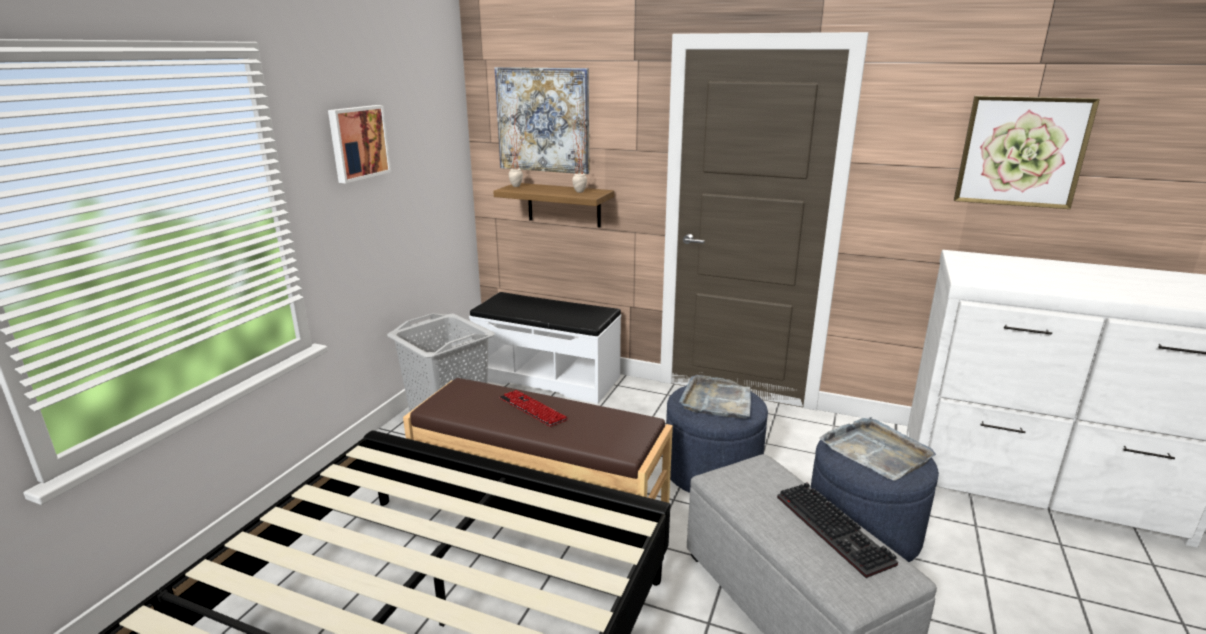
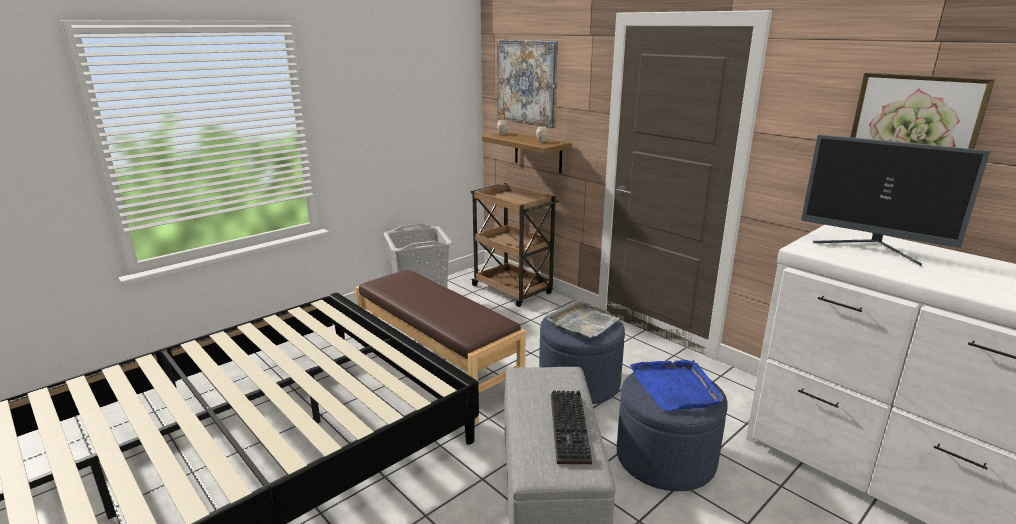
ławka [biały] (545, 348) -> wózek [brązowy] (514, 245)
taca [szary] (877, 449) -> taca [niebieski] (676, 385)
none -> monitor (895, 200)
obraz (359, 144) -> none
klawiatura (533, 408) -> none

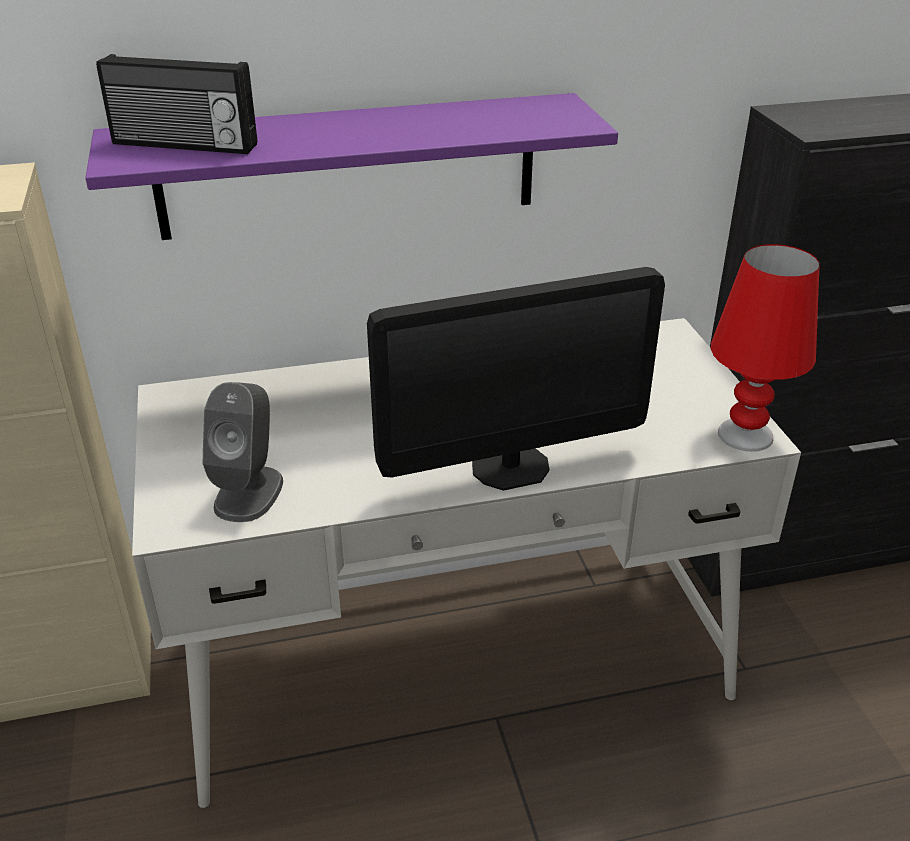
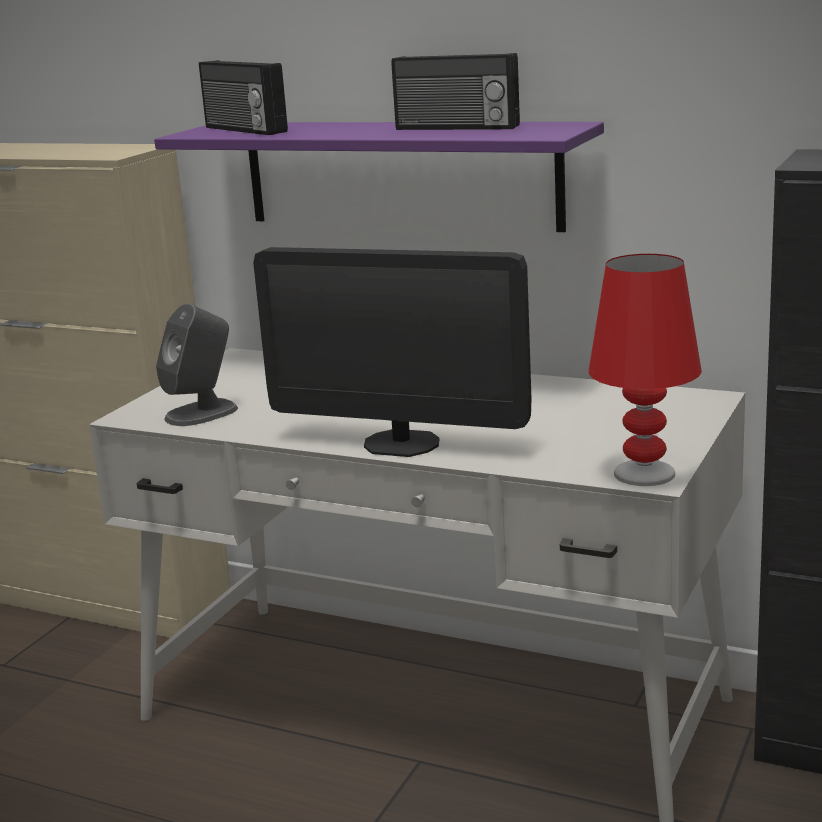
none -> radio (455, 91)

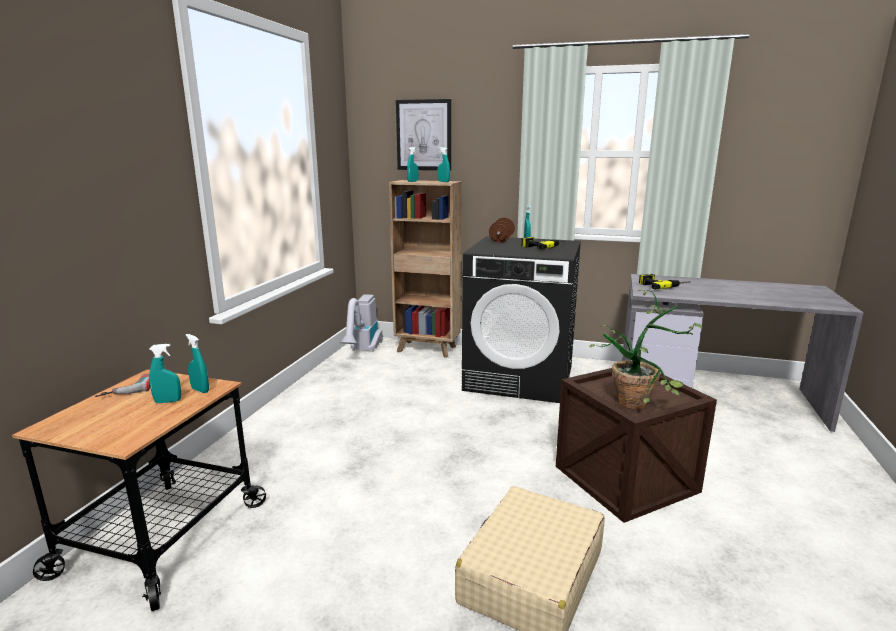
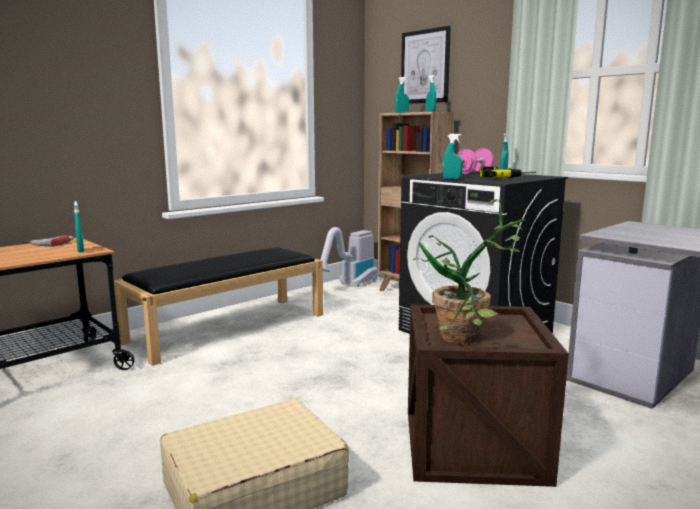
none -> ławka [czarny] (218, 306)
spryskiwacz [turkusowy] (165, 373) -> spryskiwacz [turkusowy] (453, 156), move
hantel [brązowy] (502, 230) -> hantel [różowy] (475, 161)
wiertarka (665, 282) -> none

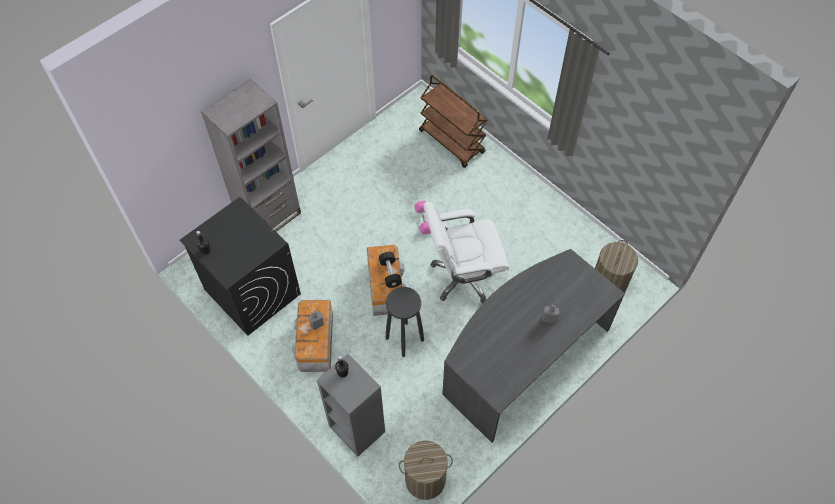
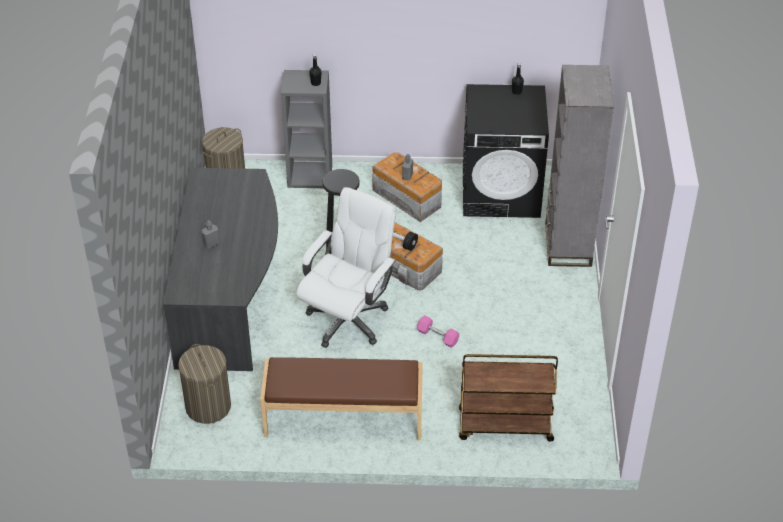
none -> ławka [brązowy] (341, 399)

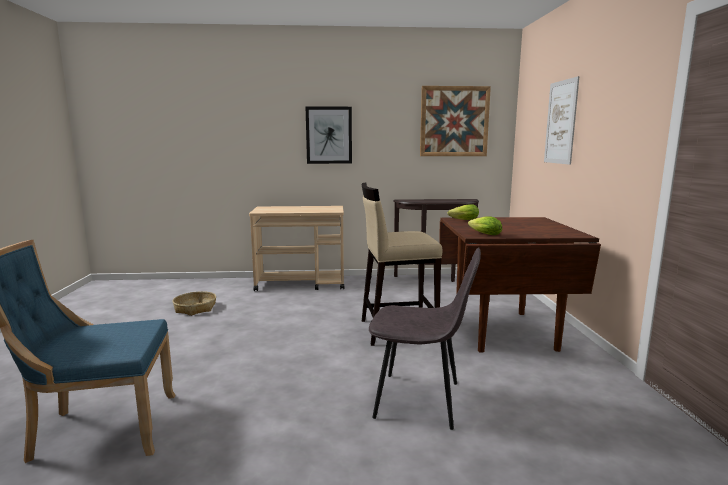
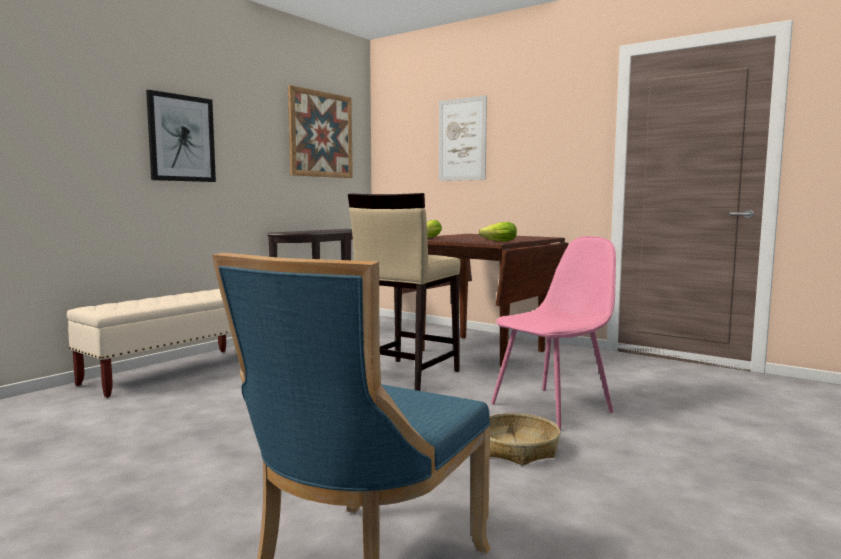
wózek [beżowy] (297, 248) -> ławka [beżowy] (149, 343)
koszyk (194, 303) -> koszyk (524, 439), move
krzesło [szary] (425, 338) -> krzesło [różowy] (553, 333)

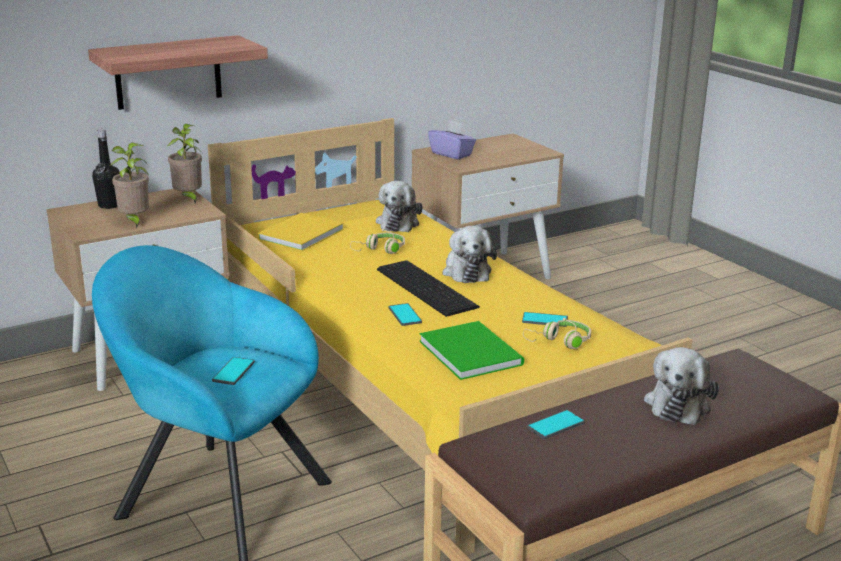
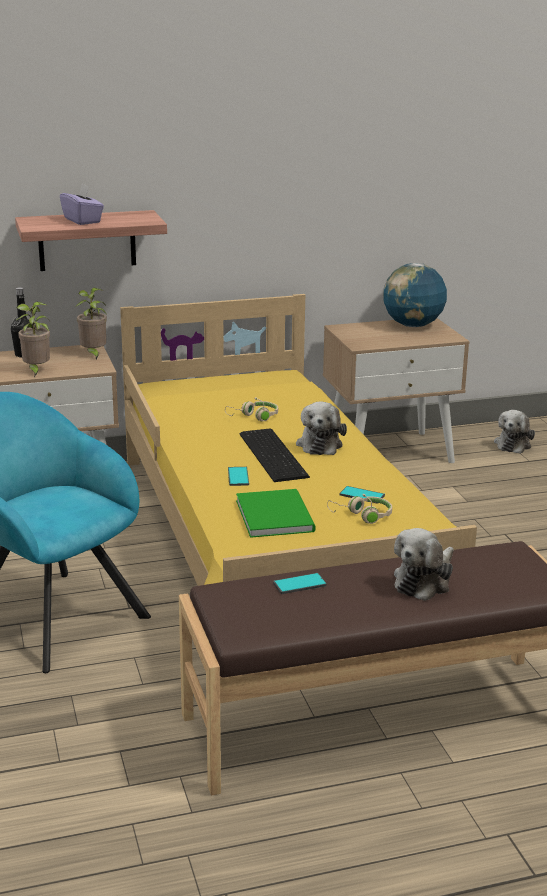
pudełko chusteczek [fioletowy] (452, 139) -> pudełko chusteczek [fioletowy] (82, 204), move
none -> globus (415, 295)
pluszak (399, 206) -> pluszak (514, 432), move
telefon (233, 371) -> none
książka [żółty] (300, 232) -> none

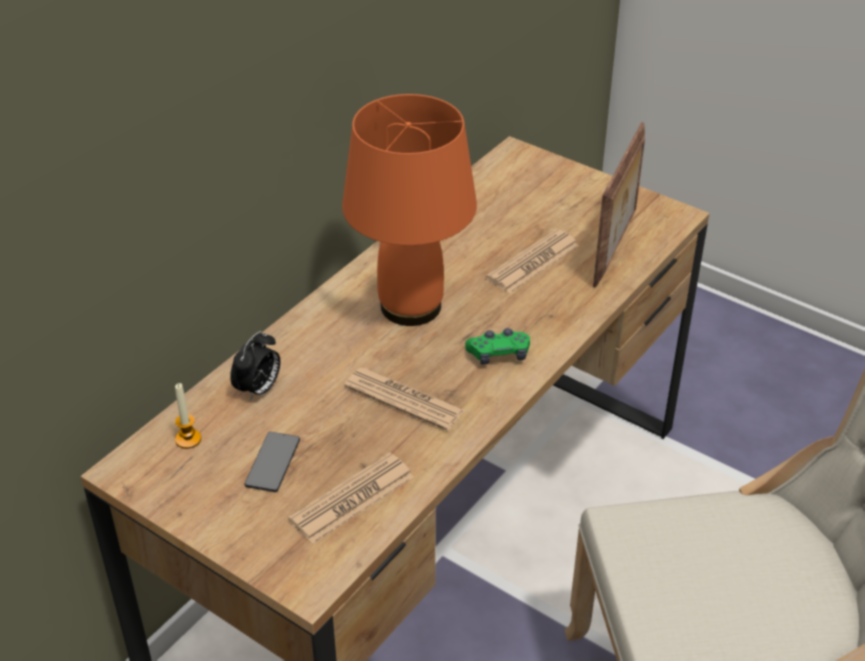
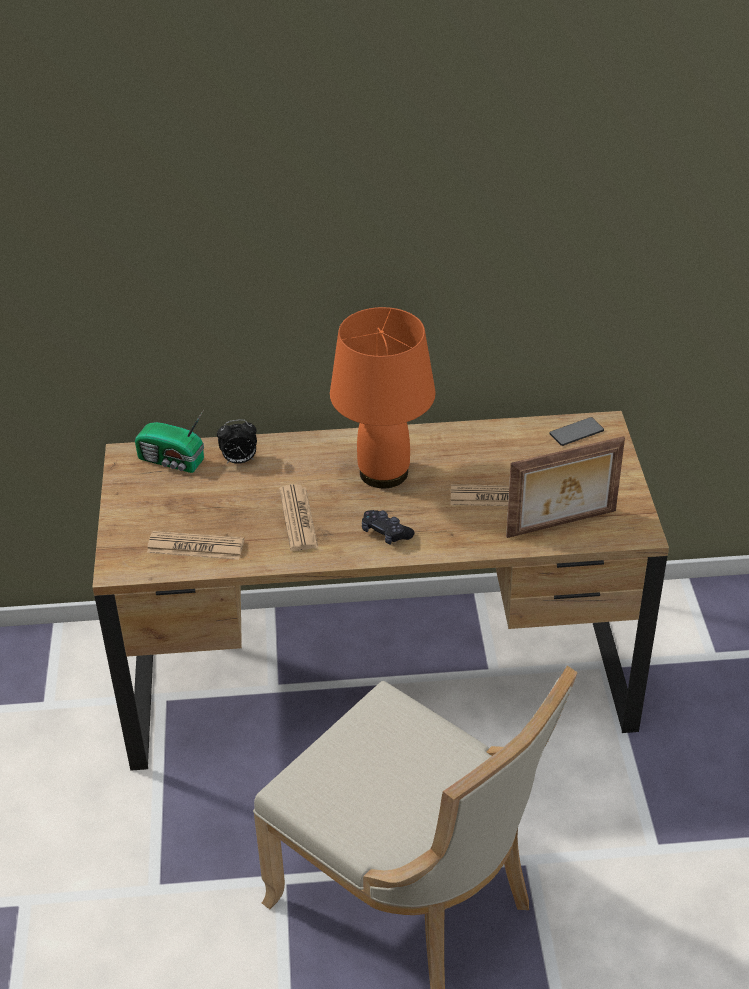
świeca (188, 416) -> radio (169, 441)
pad do gier [zielony] (497, 346) -> pad do gier [czarny] (388, 527)
telefon (272, 462) -> telefon (576, 431), move

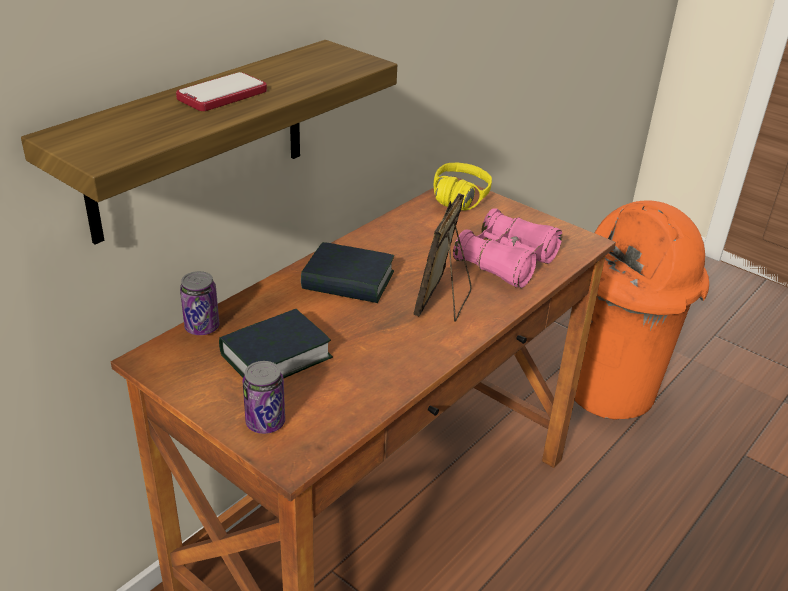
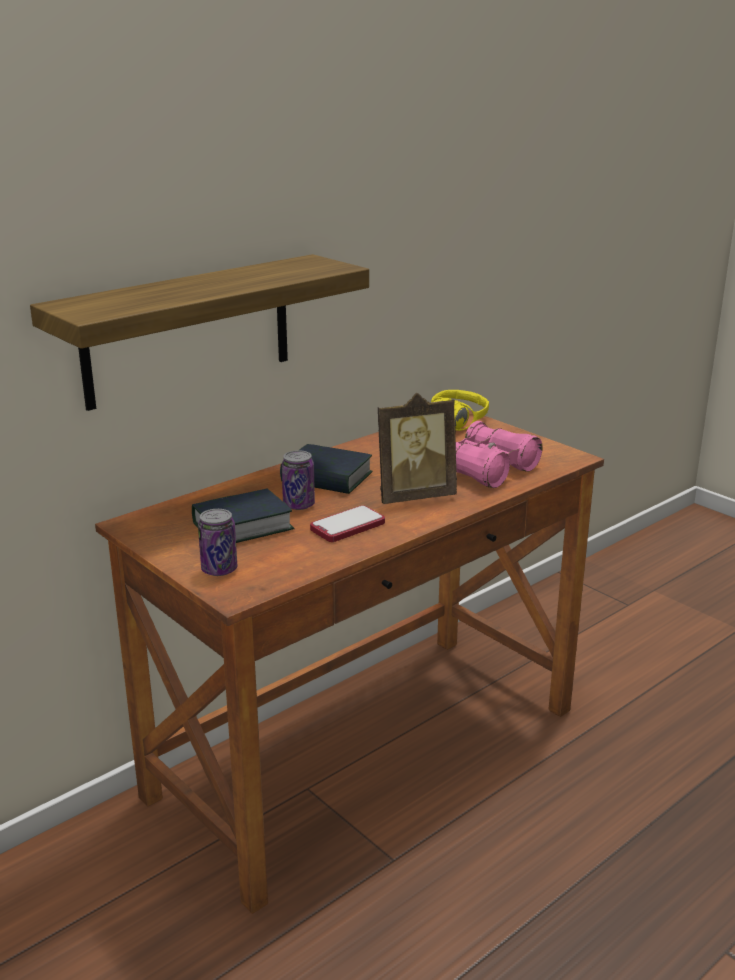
puszka (199, 303) -> puszka (298, 480), move
telefon (221, 91) -> telefon (347, 523), move
ramka na zdjęcie (442, 257) -> ramka na zdjęcie (417, 448), 135 degrees counterclockwise
kosz na śmieci [pomarańczowy] (642, 310) -> none

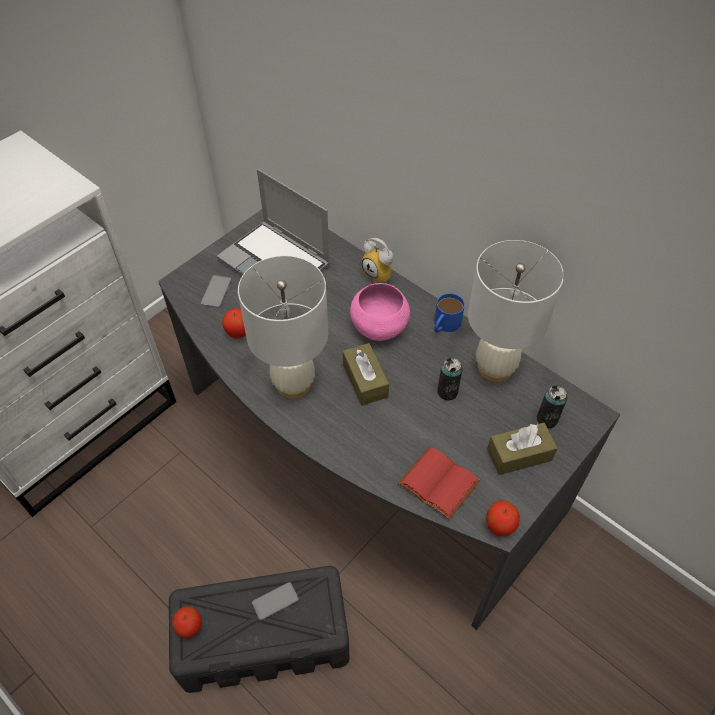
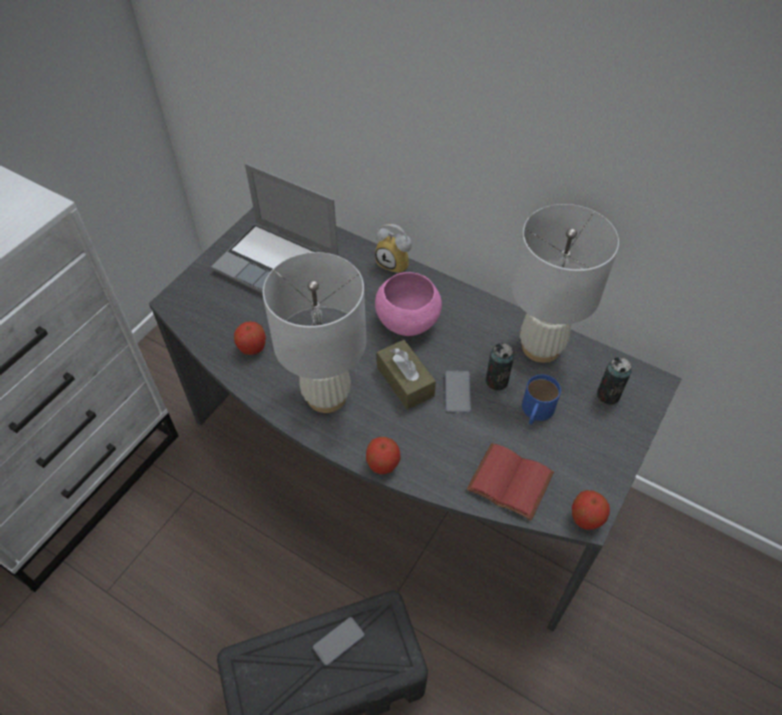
jabłko (187, 622) -> jabłko (383, 455), move
telefon (216, 291) -> telefon (458, 392), move
kubek [niebieski] (449, 313) -> kubek [niebieski] (541, 400), move
pudełko chusteczek [brązowy] (522, 449) -> none

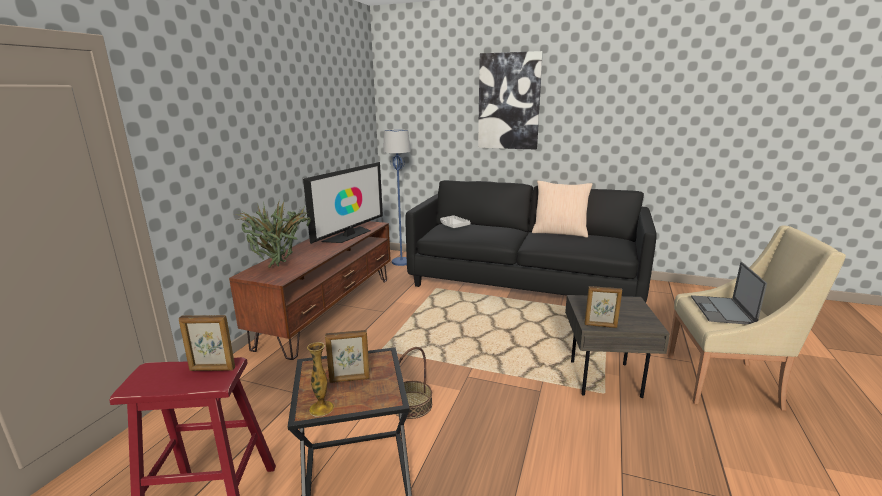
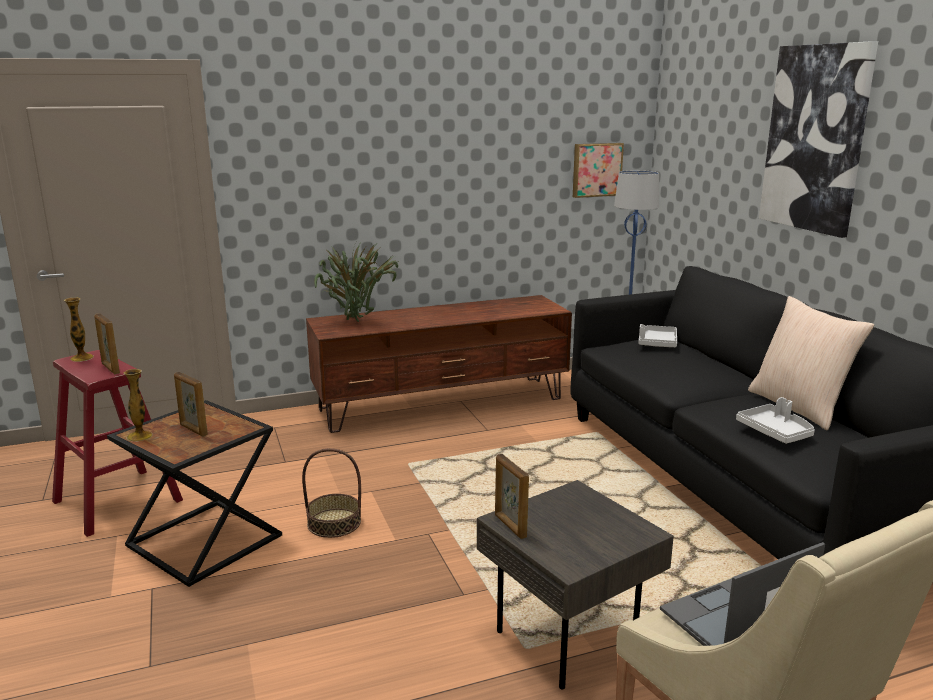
none -> wazon (79, 330)
none -> obraz (598, 170)
none -> taca [szary] (775, 420)
telewizor (343, 203) -> none

